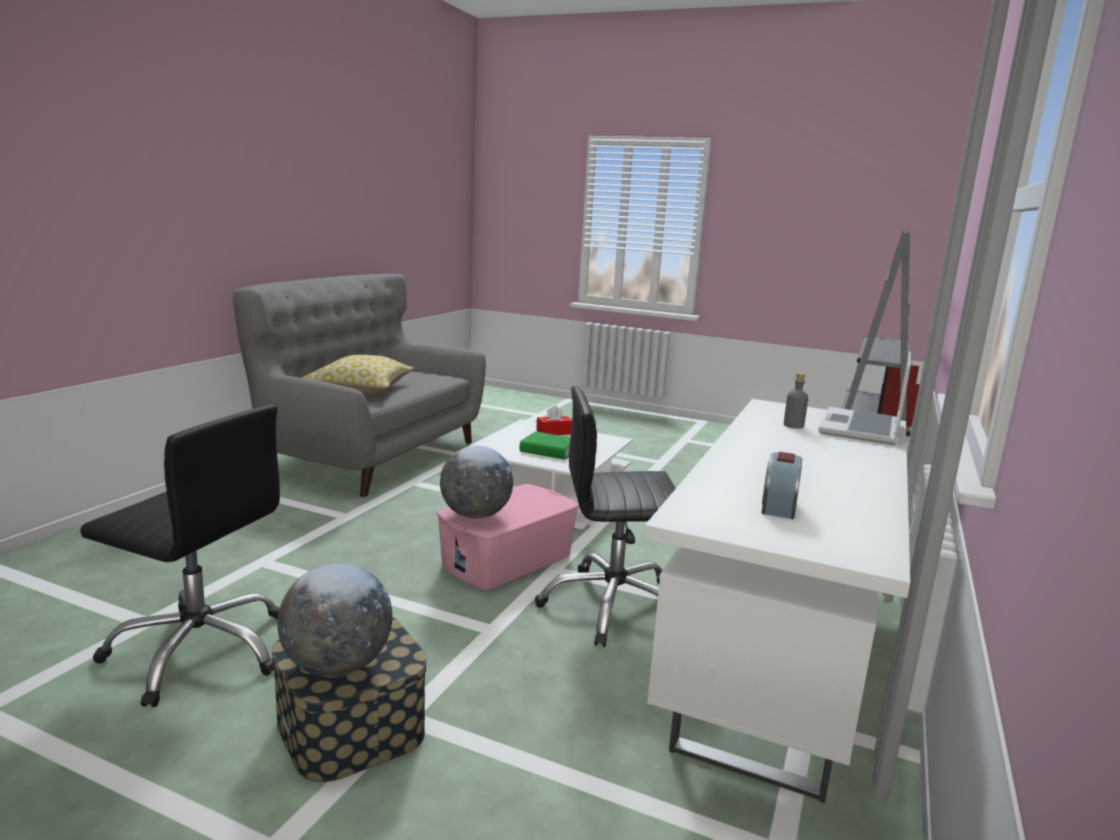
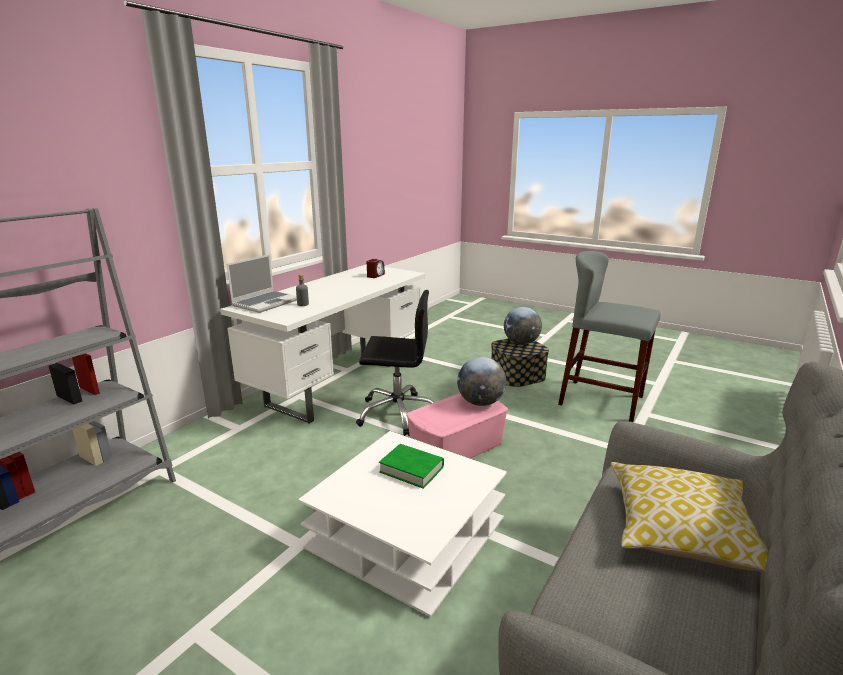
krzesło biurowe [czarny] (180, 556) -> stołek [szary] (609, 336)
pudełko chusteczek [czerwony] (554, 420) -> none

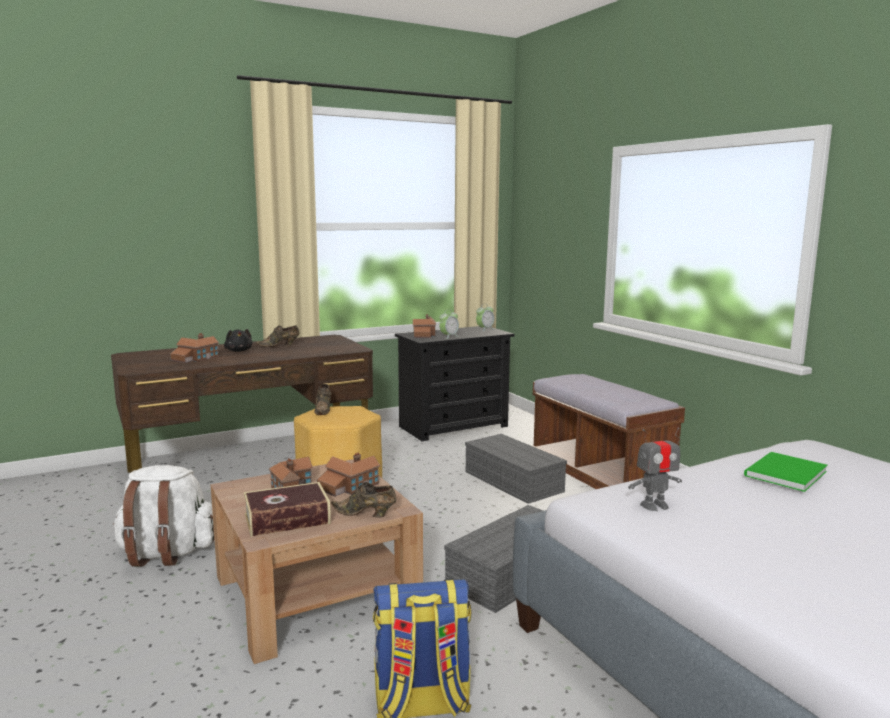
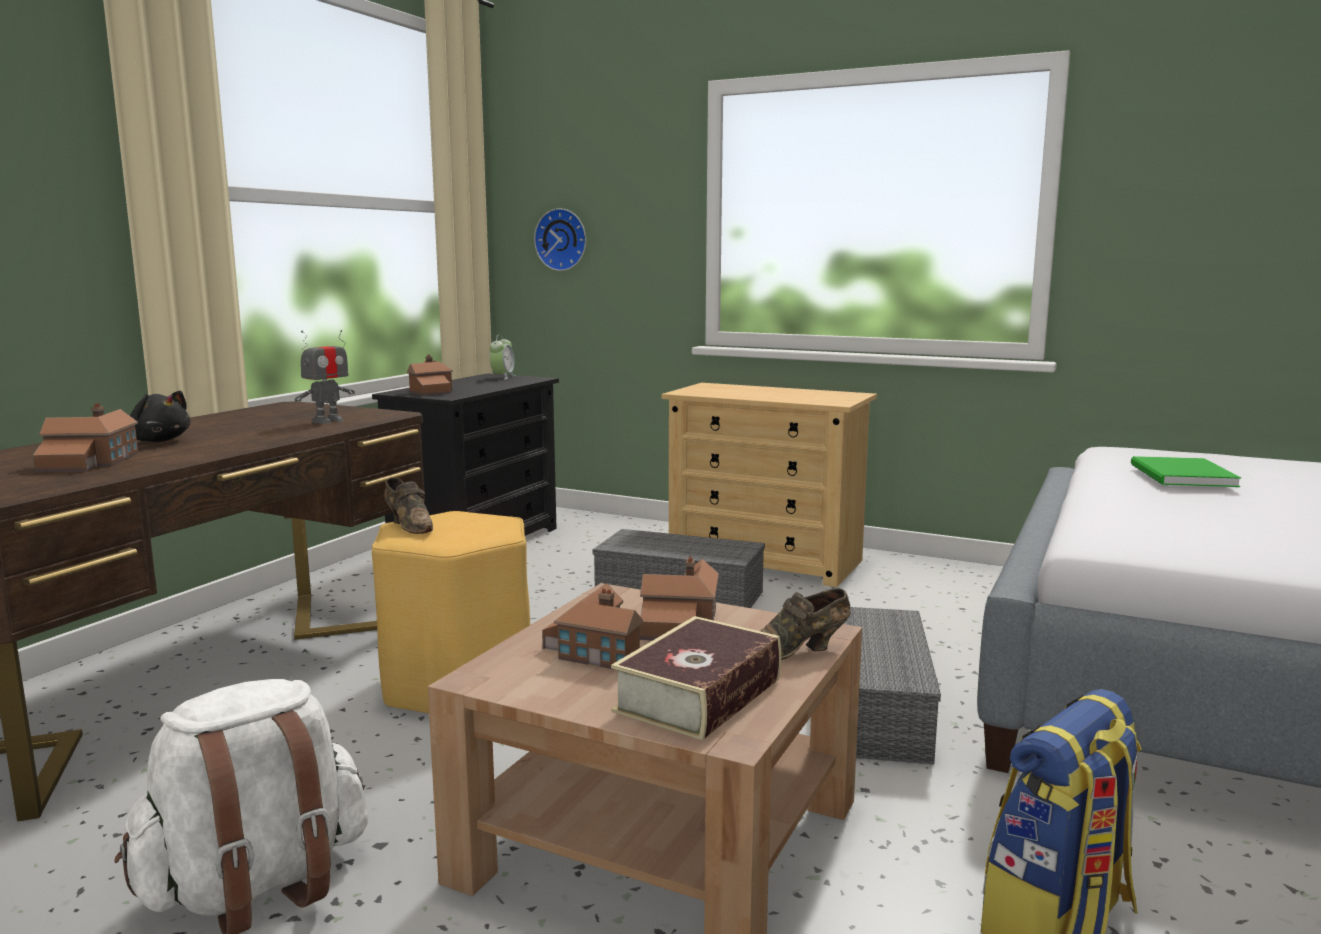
robot zabawkowy (655, 469) -> robot zabawkowy (324, 377), move
none -> zegar ścienny (560, 239)
ławka [brązowy] (608, 431) -> komoda [beżowy] (769, 485)
but [brązowy] (277, 336) -> none
budzik (449, 324) -> none

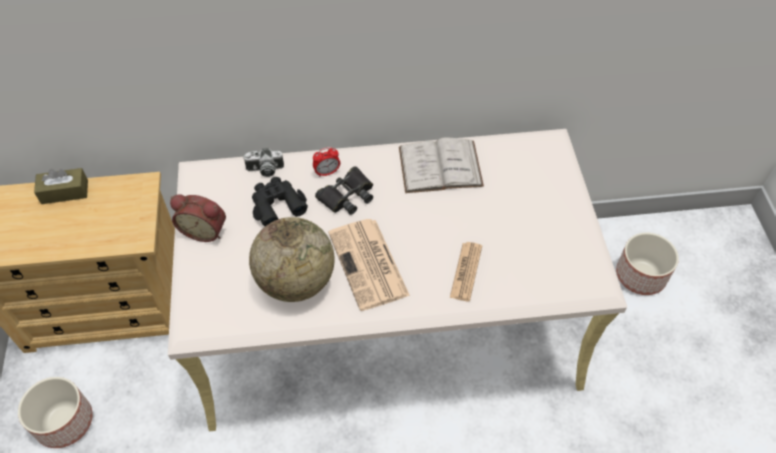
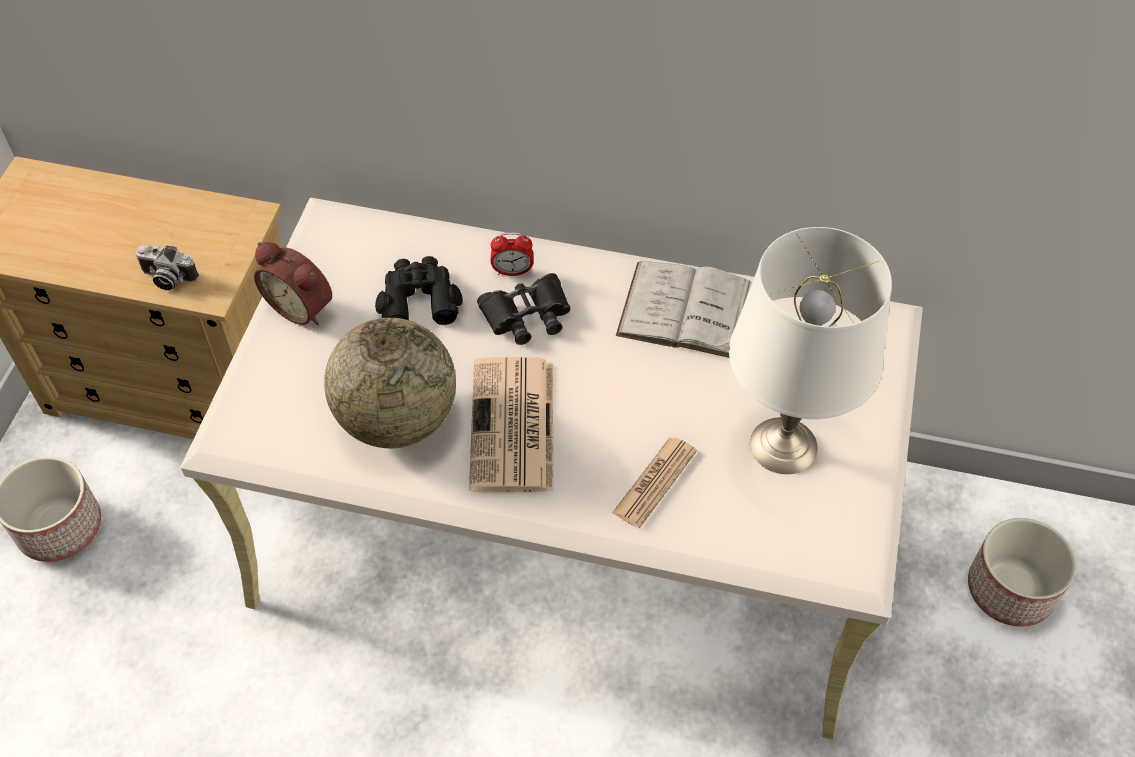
aparat fotograficzny (263, 162) -> aparat fotograficzny (167, 267), move
none -> lampa stołowa [biały] (810, 350)
pudełko chusteczek [brązowy] (61, 186) -> none

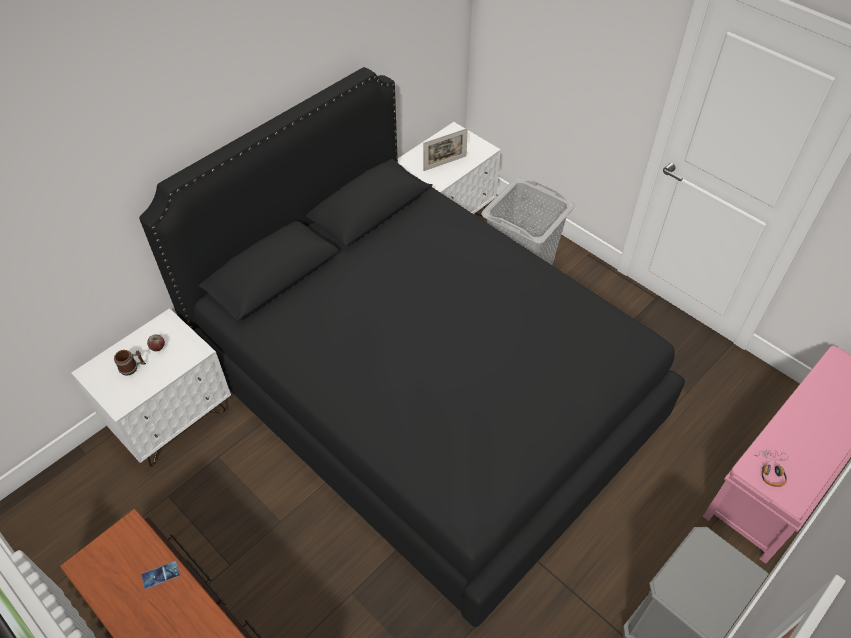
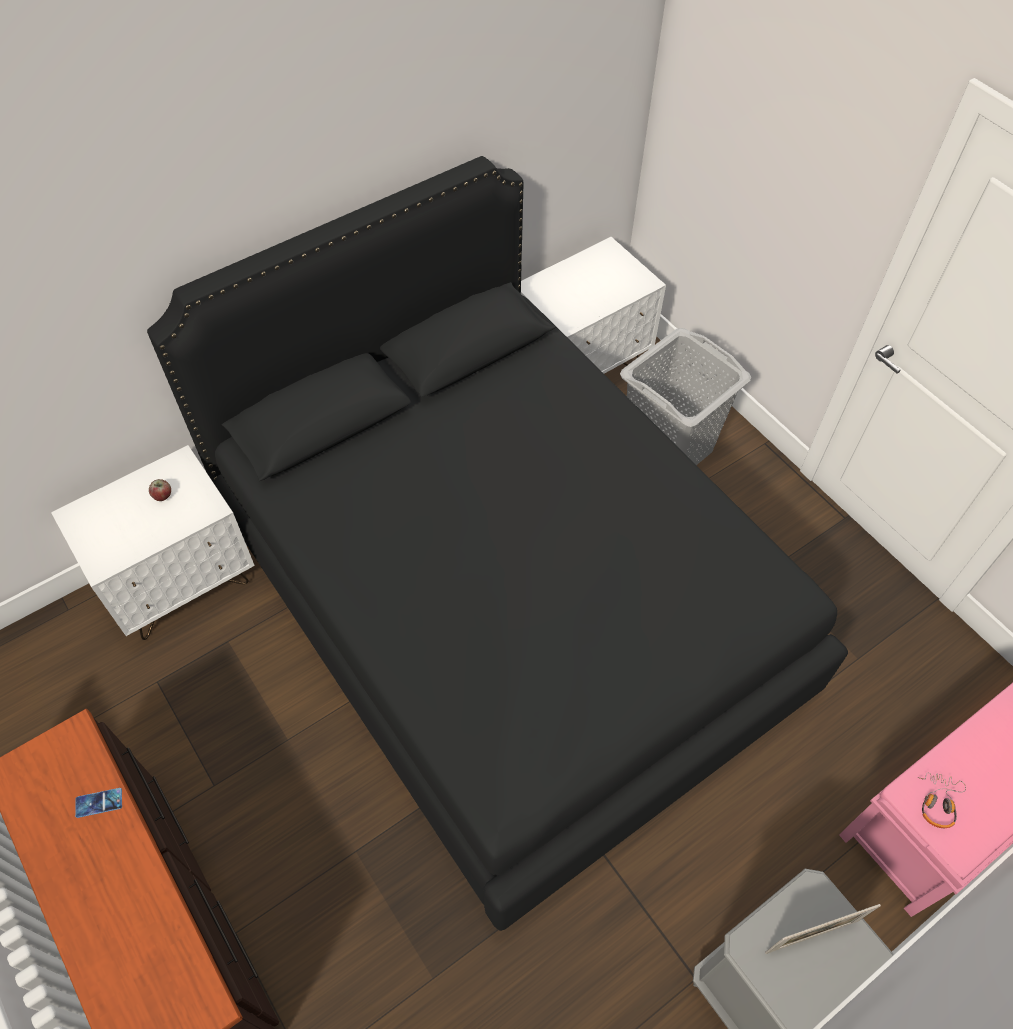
ramka na zdjęcie (445, 149) -> ramka na zdjęcie (823, 929), move
kubek (130, 363) -> none

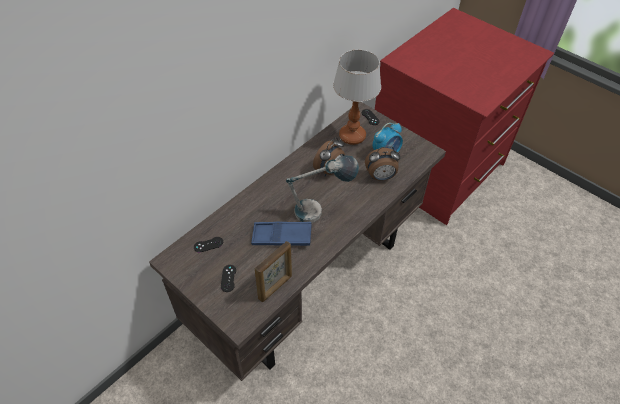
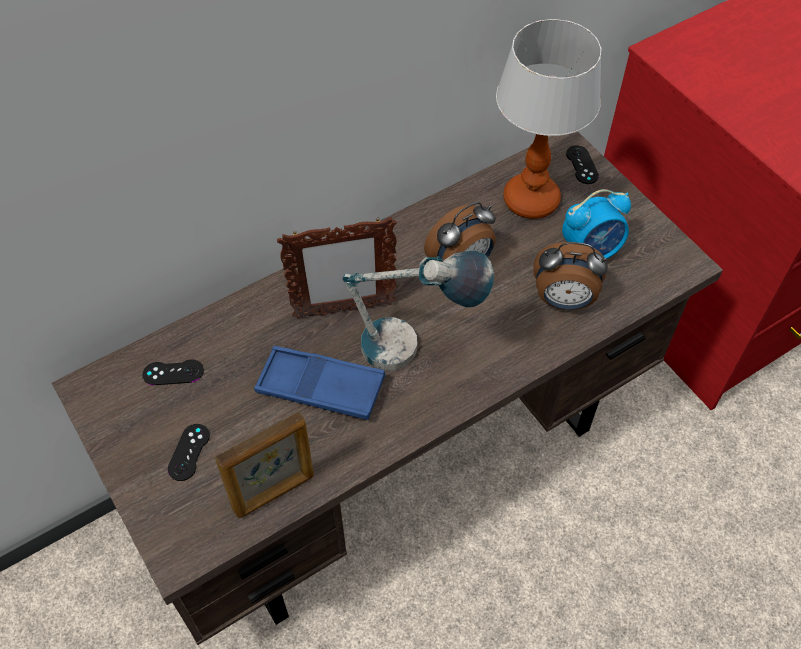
none -> ramka na zdjęcie (337, 268)

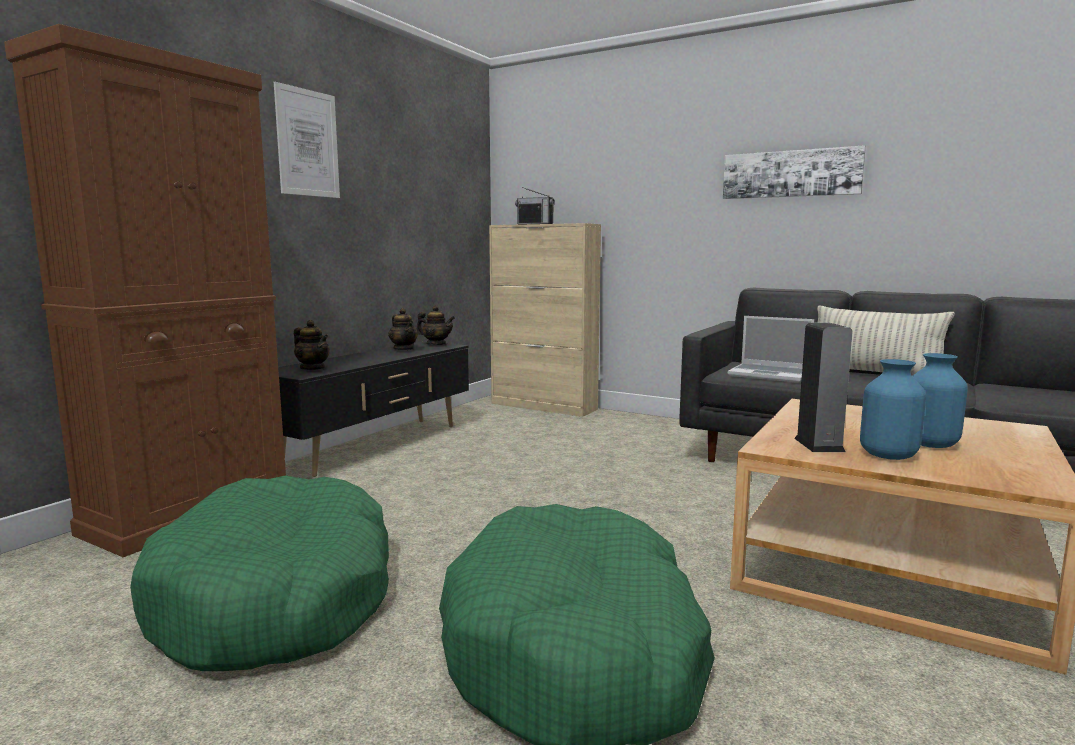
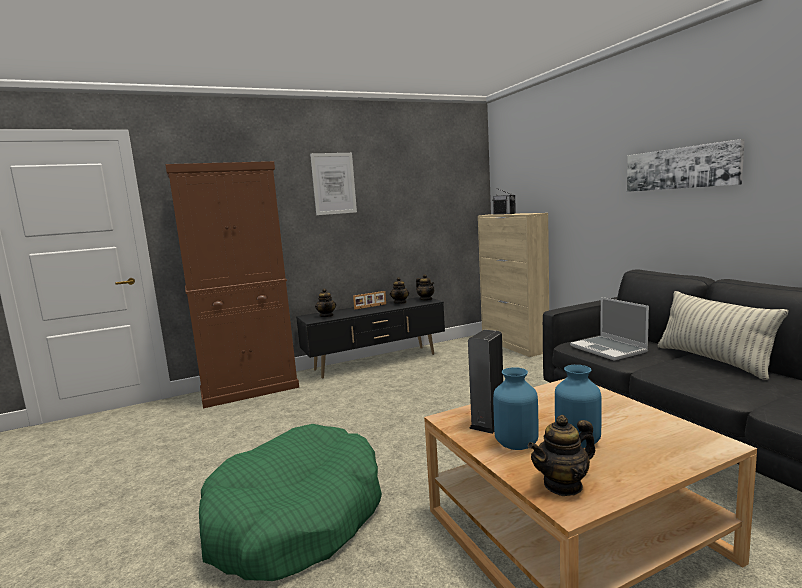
none -> ramka na zdjęcie (369, 300)
none -> imbryk (562, 455)
legowisko [zielony] (259, 573) -> none

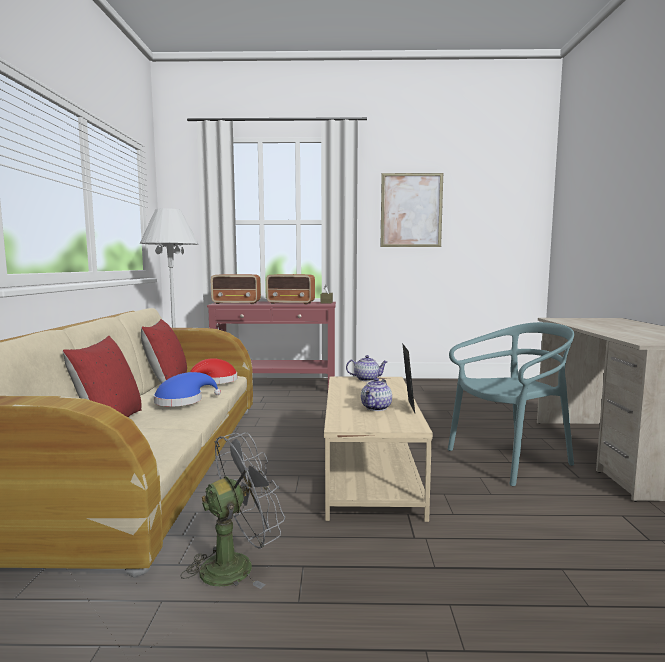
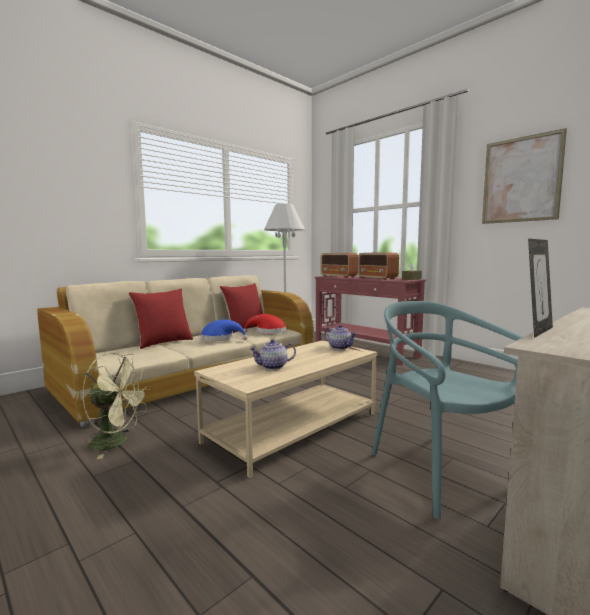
wentylator [szary] (233, 510) -> wentylator [zielony] (116, 406)
krzesło [turkusowy] (510, 404) -> krzesło [turkusowy] (447, 410), 135 degrees counterclockwise
ramka na zdjęcie (408, 378) -> ramka na zdjęcie (540, 288), move

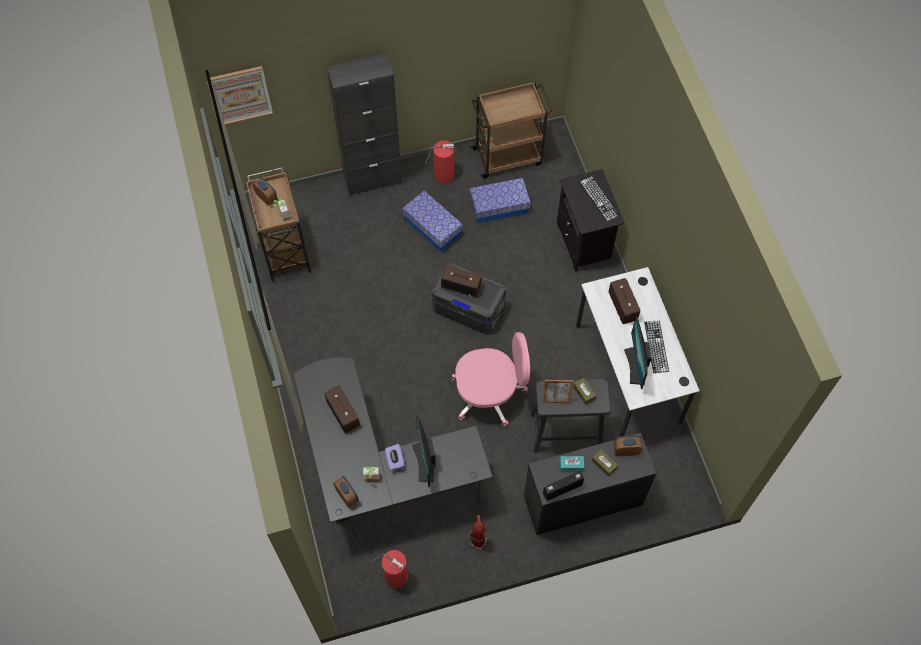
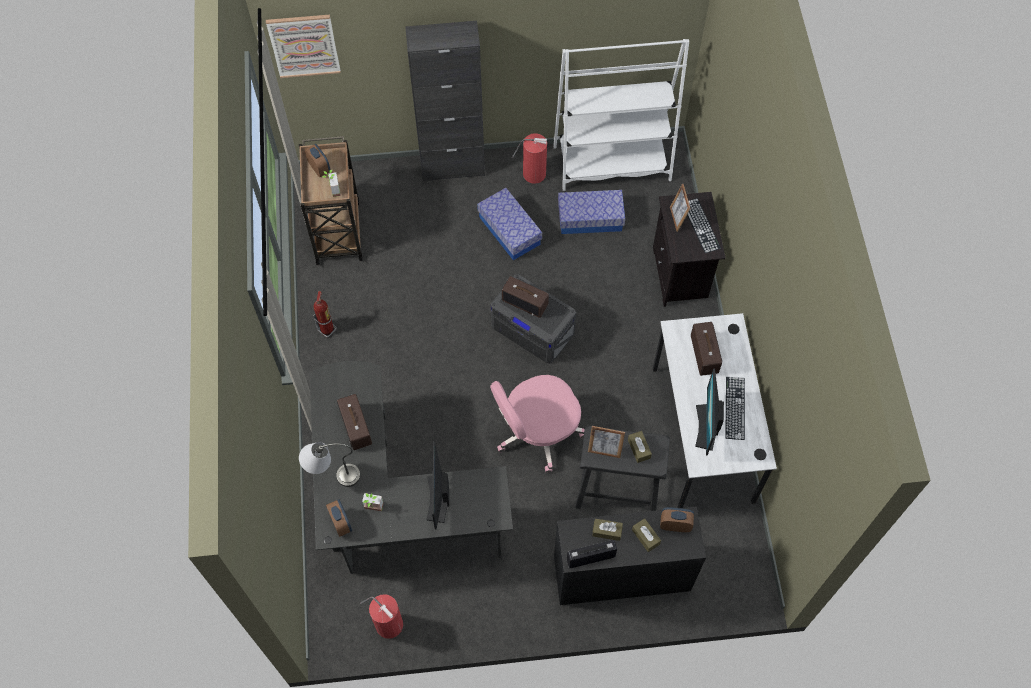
none -> lampa stołowa [szary] (329, 464)
gaśnica (478, 532) -> gaśnica (325, 314), move
krzesło biurowe [różowy] (491, 379) -> krzesło biurowe [różowy] (537, 424), 150 degrees clockwise
wózek [brązowy] (511, 130) -> regał [biały] (621, 115)
pudełko chusteczek [turkusowy] (572, 463) -> pudełko chusteczek [brązowy] (607, 530)
none -> ramka na zdjęcie (680, 208)
pudełko chusteczek [fioletowy] (395, 457) -> none

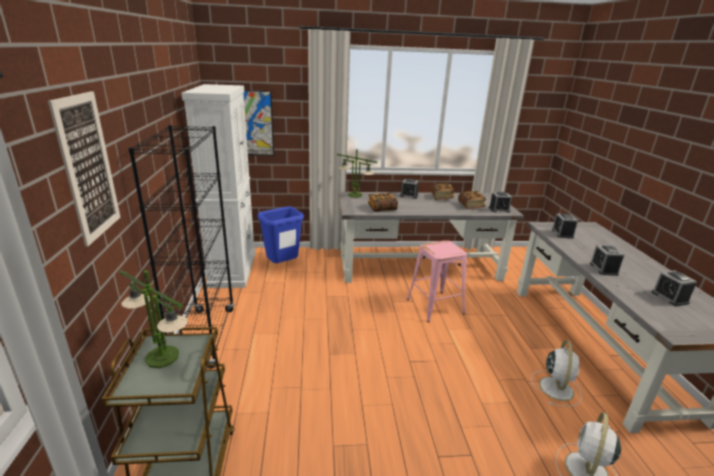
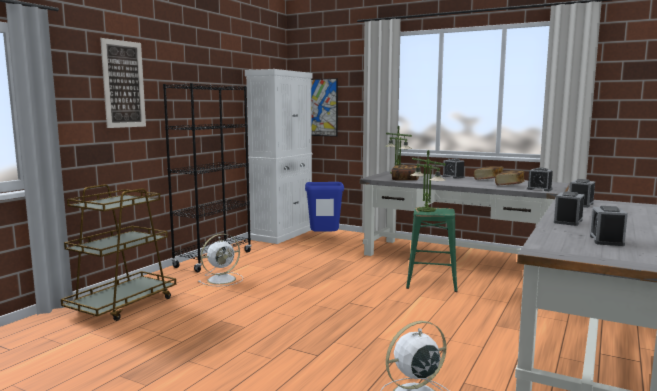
wentylator [biały] (556, 373) -> wentylator [biały] (220, 260), move
stołek [różowy] (437, 281) -> stołek [zielony] (432, 249)
lampa stołowa (153, 319) -> lampa stołowa (428, 181), move

